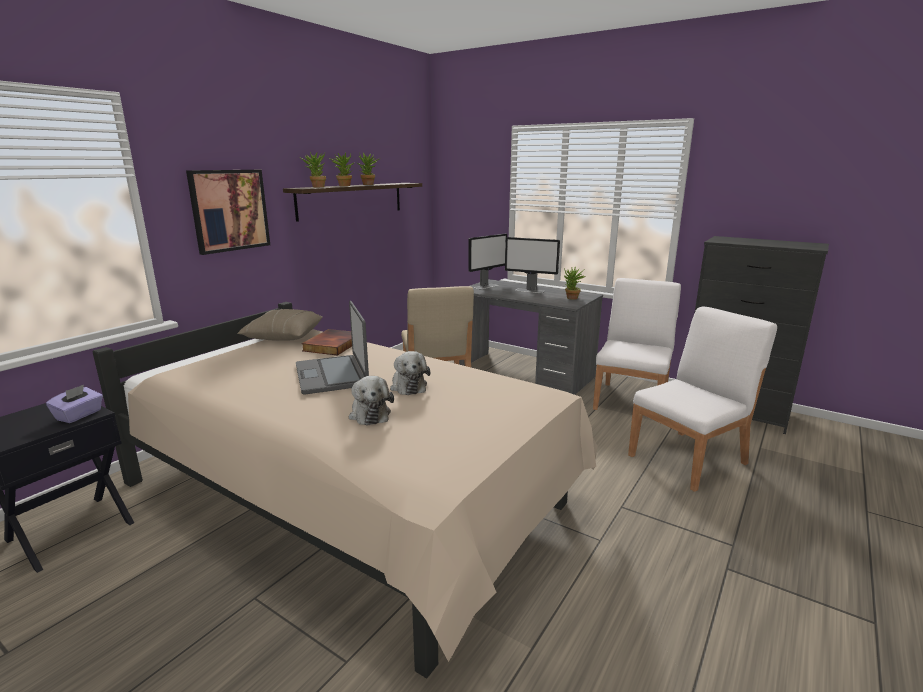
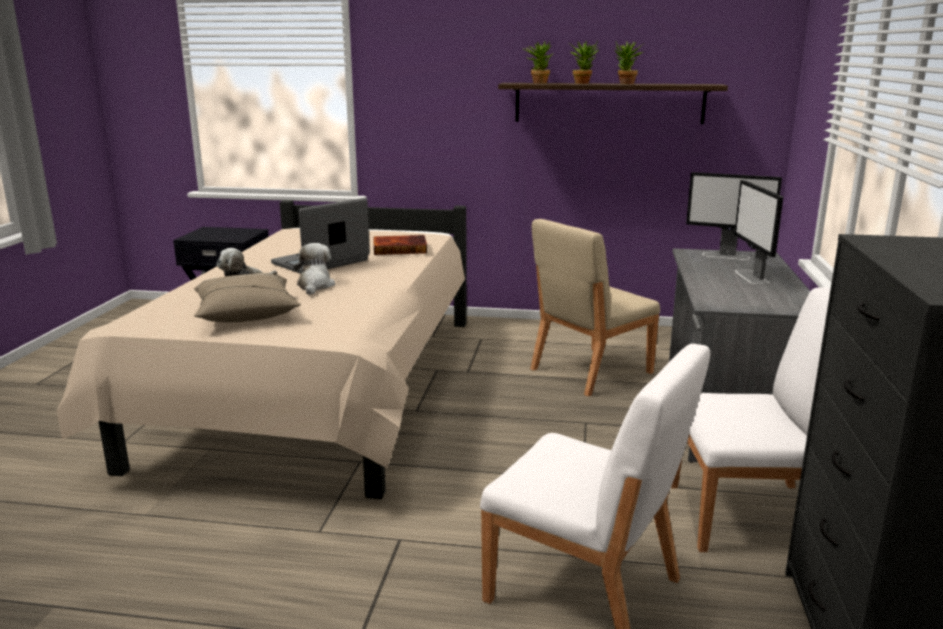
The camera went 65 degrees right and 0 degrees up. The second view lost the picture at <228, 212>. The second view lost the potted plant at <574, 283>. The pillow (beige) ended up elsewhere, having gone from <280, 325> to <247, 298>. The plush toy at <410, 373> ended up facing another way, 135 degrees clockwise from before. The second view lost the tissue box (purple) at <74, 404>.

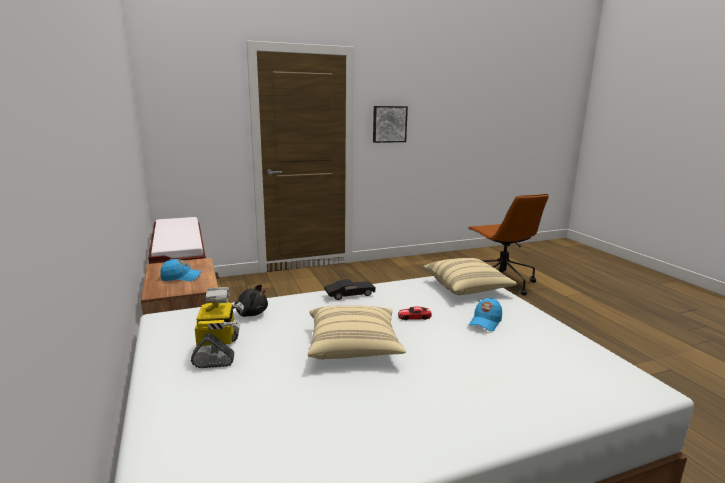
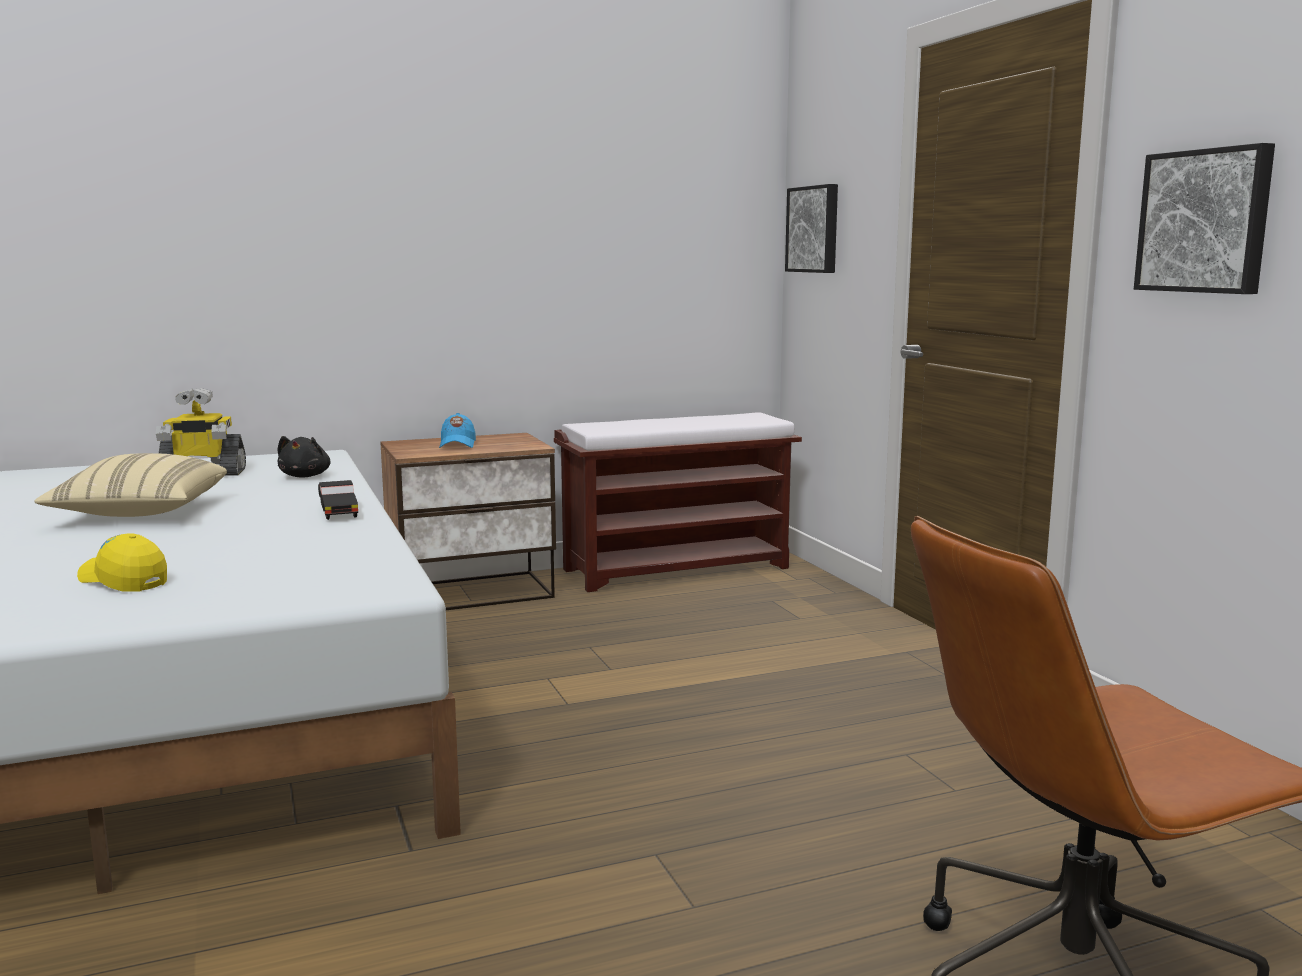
The camera went 90 degrees right and 5 degrees down. The second view lost the pillow (beige) at <470, 276>. What was the cap (blue) at <485, 314> turned into the cap (yellow) at <122, 562>. The second view lost the toy car at <415, 313>. The second view gained the picture at <811, 228>.

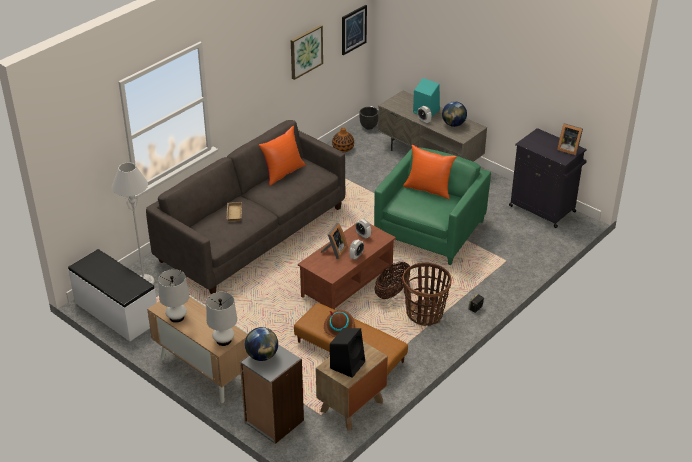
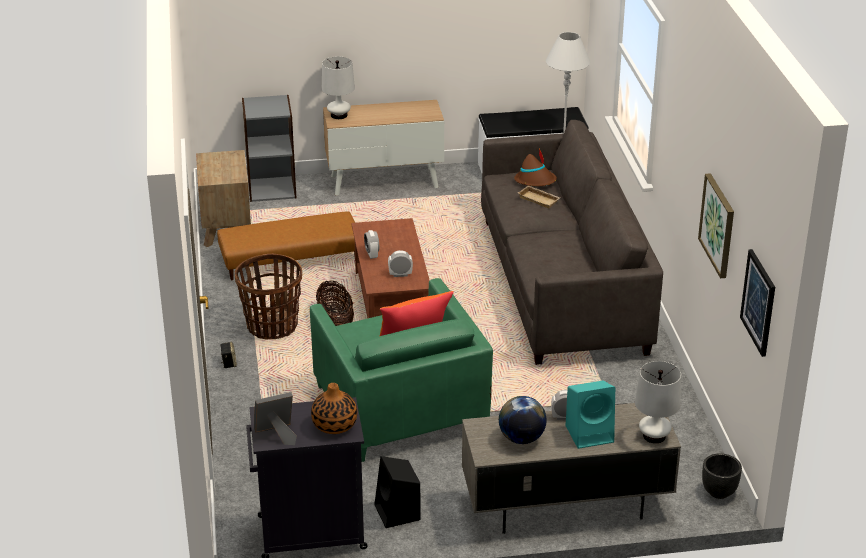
The camera went 130 degrees right and 5 degrees down. The second view lost the pillow (orange) at <282, 156>. The vase ended up elsewhere, having gone from <343, 139> to <334, 408>. The second view lost the picture frame at <334, 241>. The table lamp (white) ended up elsewhere, having gone from <173, 296> to <658, 402>. The hat (brown) ended up elsewhere, having gone from <339, 323> to <535, 167>. The second view lost the globe at <261, 344>. The speaker (black) ended up elsewhere, having gone from <347, 353> to <397, 492>.

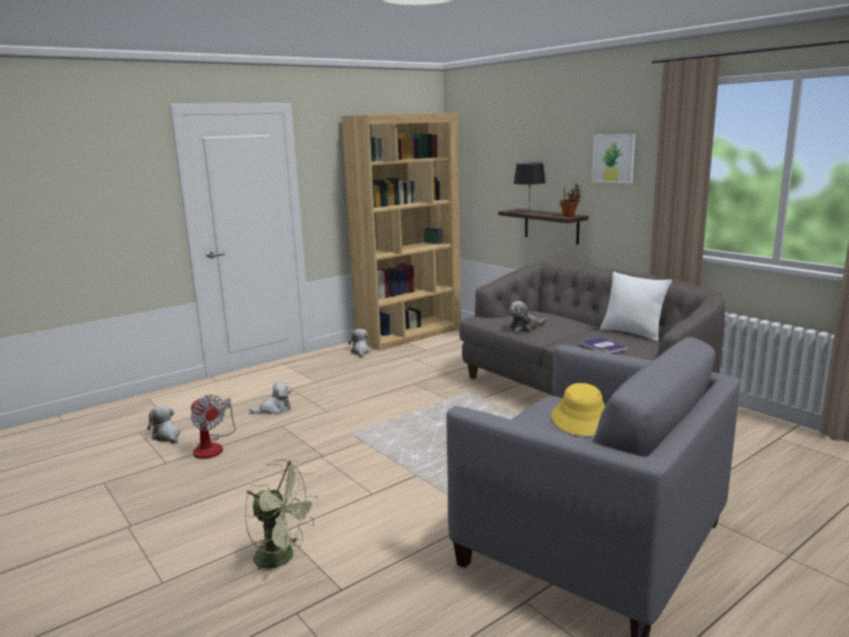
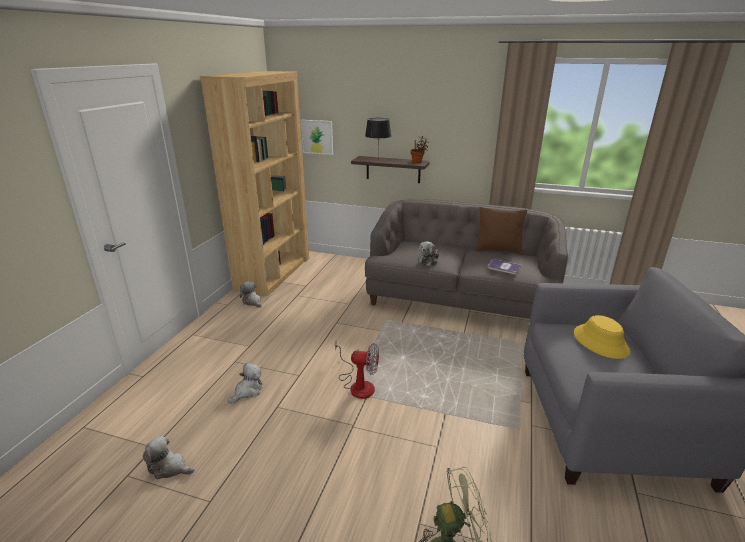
The camera went 35 degrees left and 10 degrees up. The picture ended up elsewhere, having gone from <613, 159> to <317, 137>. What was the pillow (white) at <636, 307> turned into the pillow (brown) at <501, 230>. The fan ended up elsewhere, having gone from <213, 427> to <357, 370>.

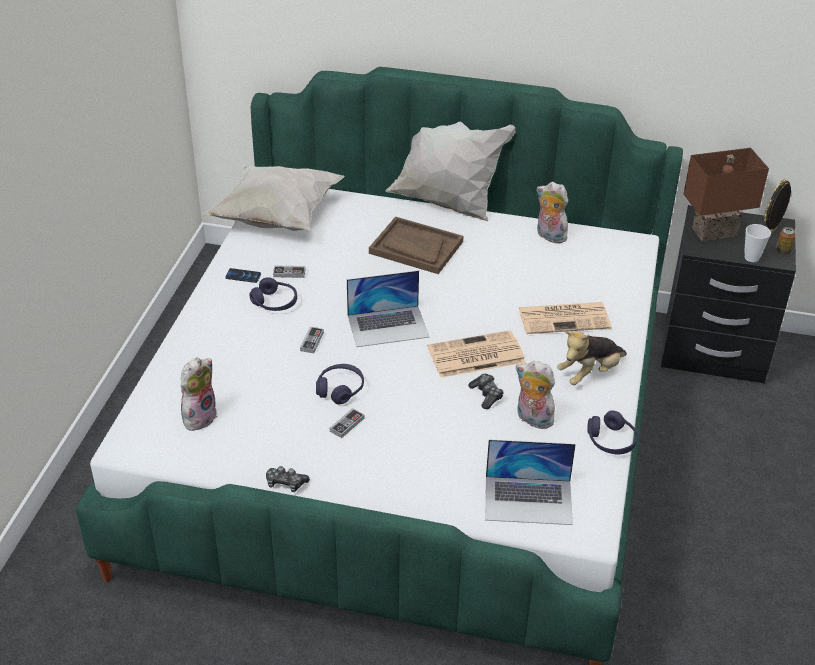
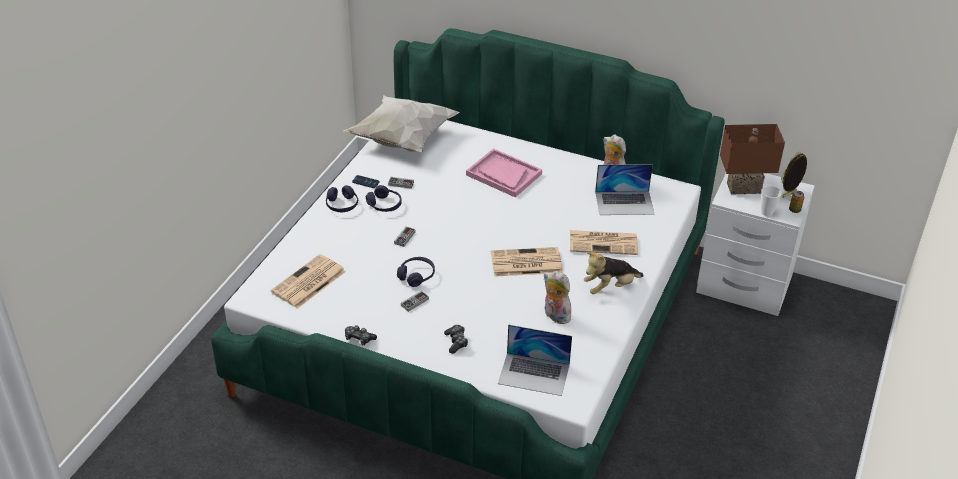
The camera went 10 degrees right and 0 degrees up. The second view lost the pillow (white) at <450, 171>. What was the nightstand (black) at <728, 294> turned into the nightstand (white) at <755, 244>. What was the tray (brown) at <416, 245> turned into the tray (pink) at <504, 172>. The laptop ended up elsewhere, having gone from <388, 308> to <625, 189>. Where the plush toy stood at <199, 394>, the newspaper came to stand at <308, 281>. The game controller ended up elsewhere, having gone from <486, 391> to <456, 339>. The headphones (purple) ended up elsewhere, having gone from <612, 432> to <342, 198>.

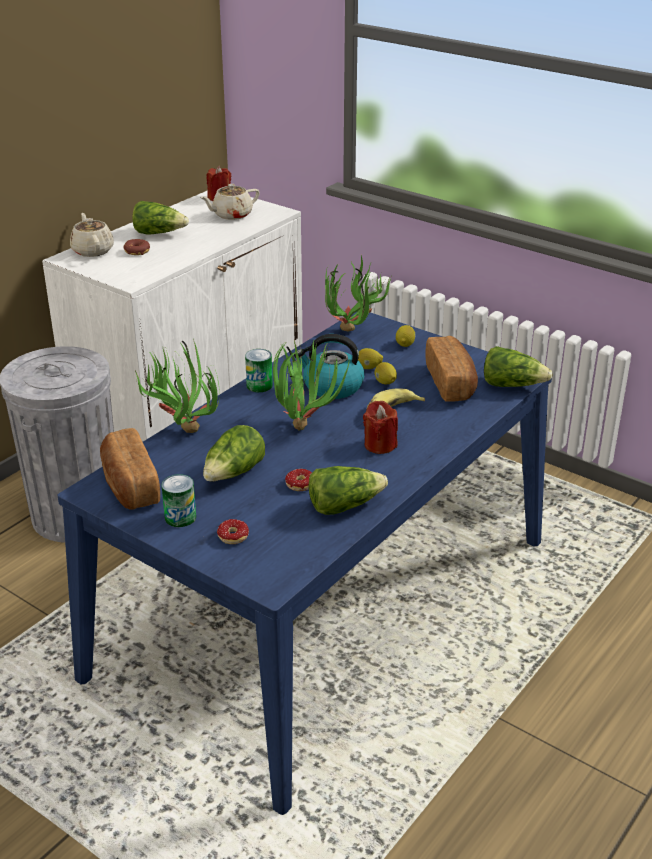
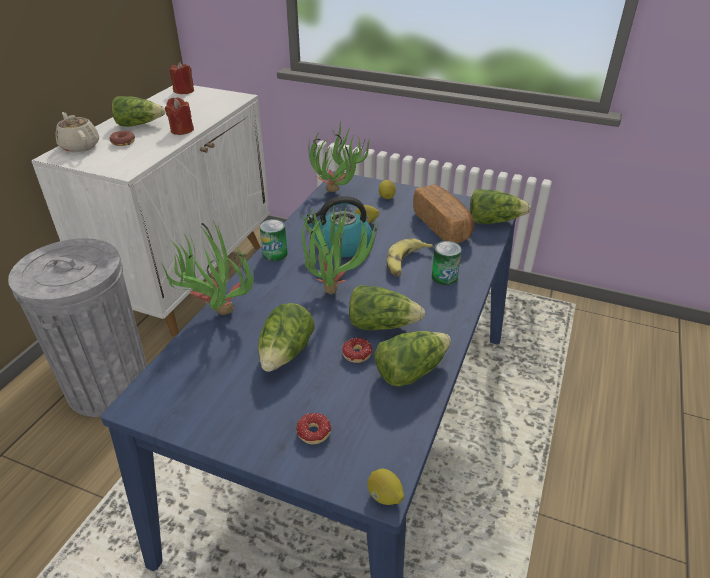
The camera went 15 degrees left and 5 degrees up. The second view lost the teapot (beige) at <230, 202>. The lemon ended up elsewhere, having gone from <386, 373> to <385, 487>. The candle (red) ended up elsewhere, having gone from <380, 427> to <179, 116>. The second view lost the bread at <130, 469>. The can ended up elsewhere, having gone from <179, 500> to <447, 263>. The second view gained the lettuce at <387, 307>.

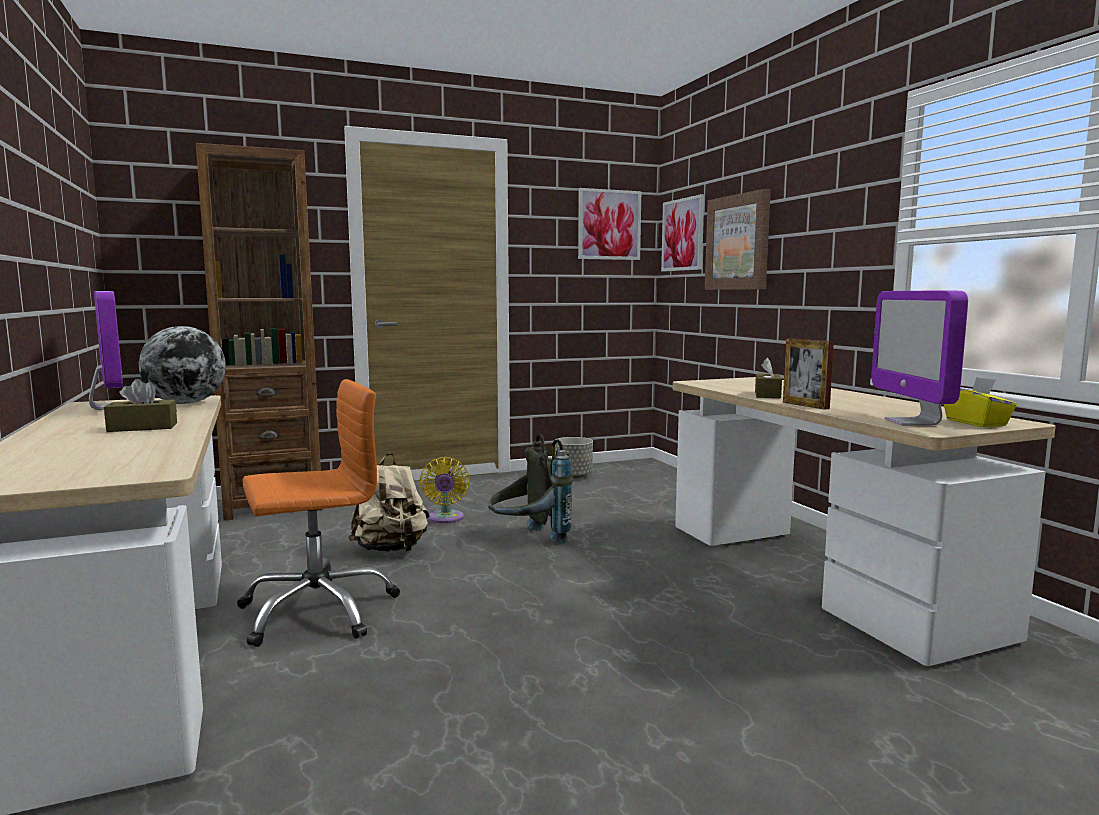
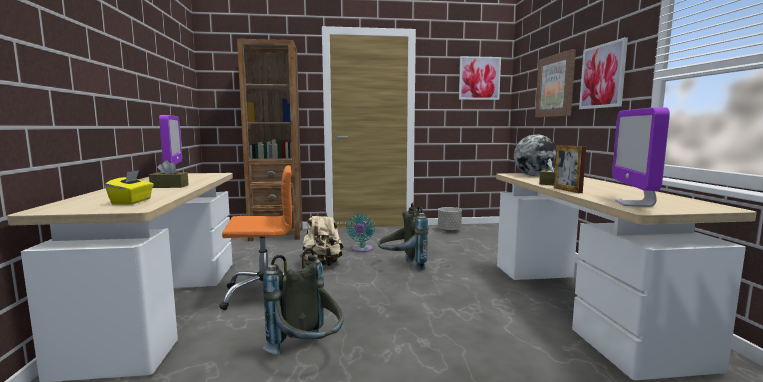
The camera went 15 degrees right and 0 degrees up. The picture ended up elsewhere, having gone from <682, 232> to <603, 73>. The globe ended up elsewhere, having gone from <182, 365> to <535, 155>. The tissue box (yellow) ended up elsewhere, having gone from <980, 402> to <129, 187>. What was the fan (yellow) at <445, 490> turned into the fan (turquoise) at <360, 233>. The second view gained the backpack (grey) at <303, 301>.

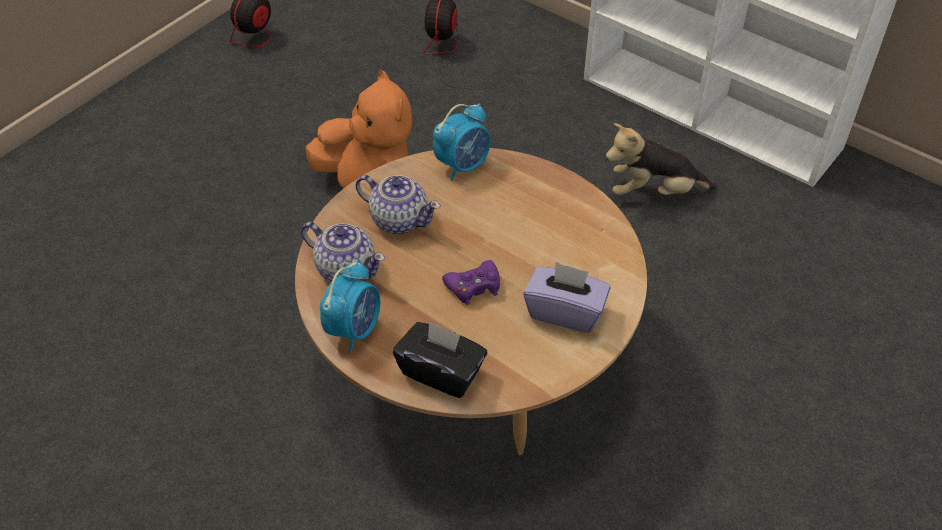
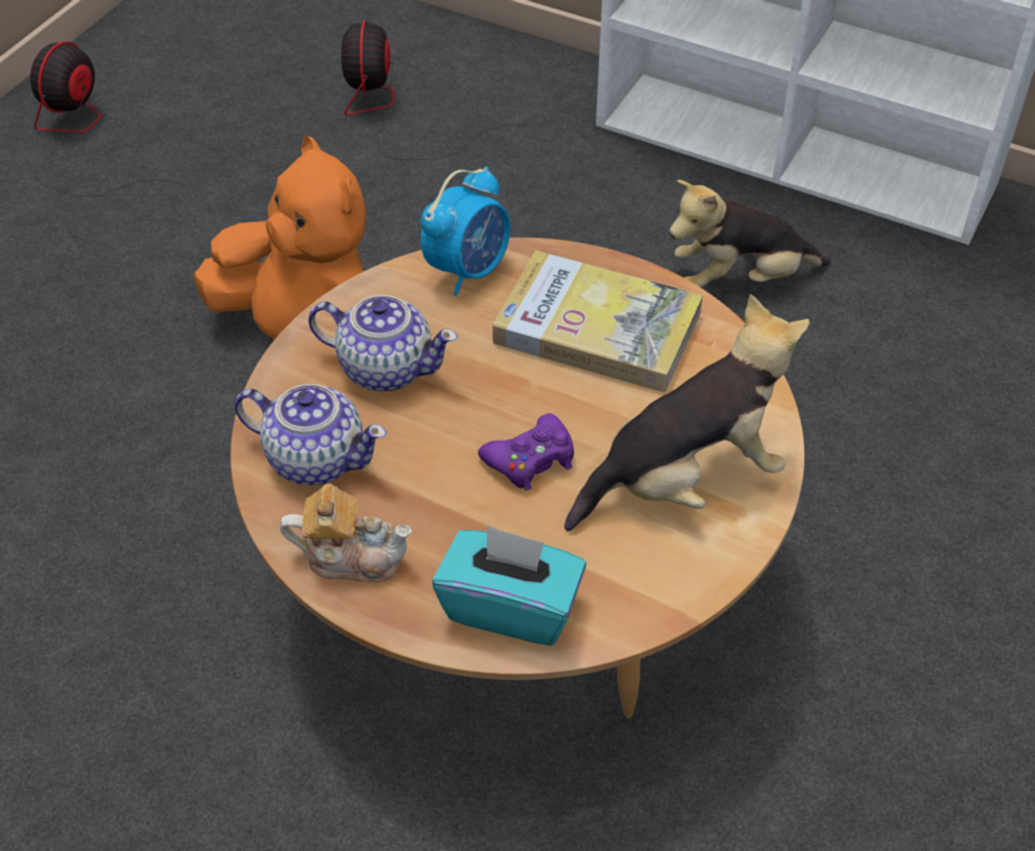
The camera went 10 degrees left and 0 degrees up. Where the alarm clock stood at <350, 306>, the teapot came to stand at <346, 533>. Where the tissue box (purple) stood at <566, 297>, the plush toy came to stand at <687, 412>. What was the tissue box (black) at <440, 359> turned into the tissue box (turquoise) at <509, 585>. The second view gained the book at <598, 321>.

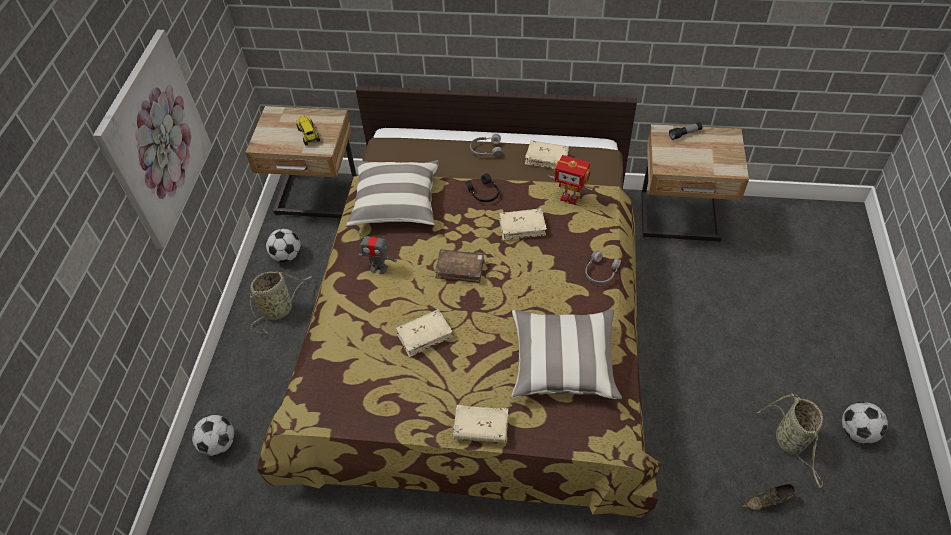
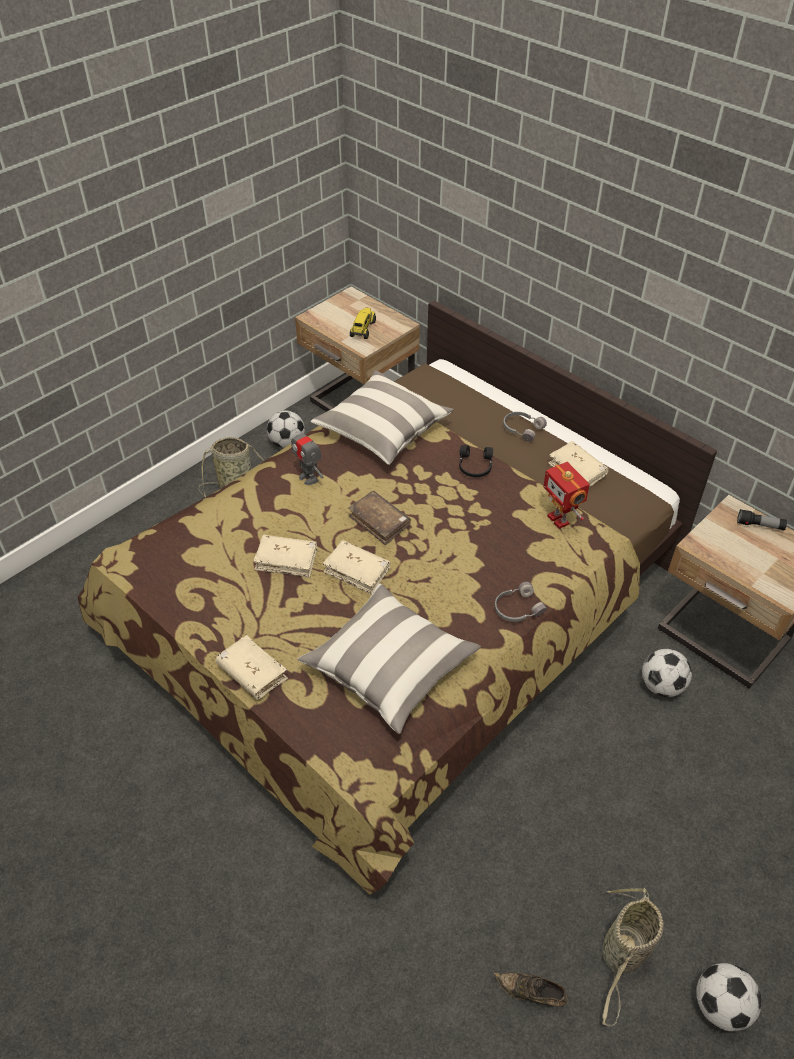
The camera went 35 degrees right and 5 degrees down. The second view lost the picture at <152, 139>. The book (beige) ended up elsewhere, having gone from <523, 224> to <356, 567>. The football ended up elsewhere, having gone from <213, 435> to <667, 673>.

